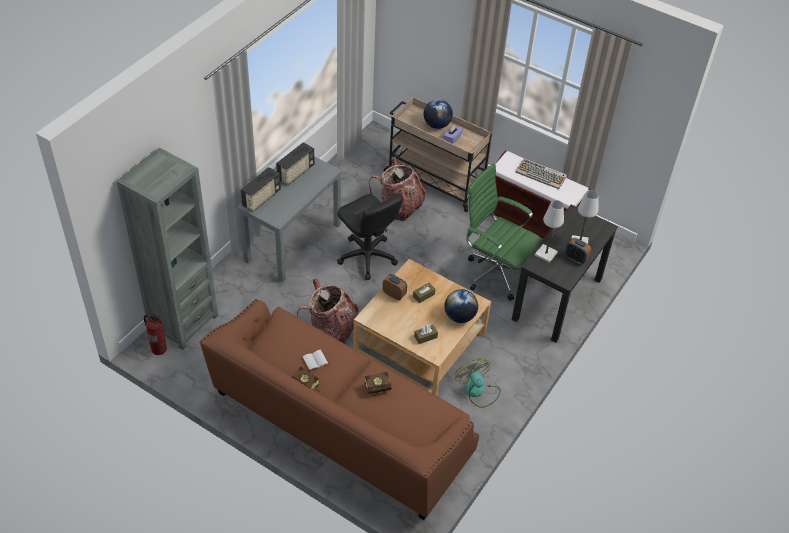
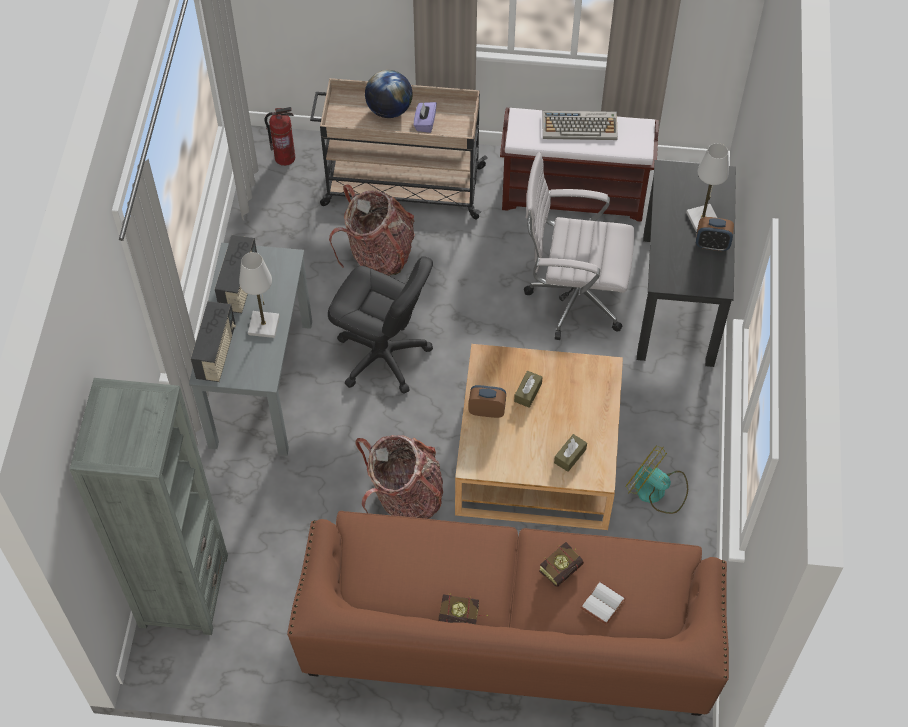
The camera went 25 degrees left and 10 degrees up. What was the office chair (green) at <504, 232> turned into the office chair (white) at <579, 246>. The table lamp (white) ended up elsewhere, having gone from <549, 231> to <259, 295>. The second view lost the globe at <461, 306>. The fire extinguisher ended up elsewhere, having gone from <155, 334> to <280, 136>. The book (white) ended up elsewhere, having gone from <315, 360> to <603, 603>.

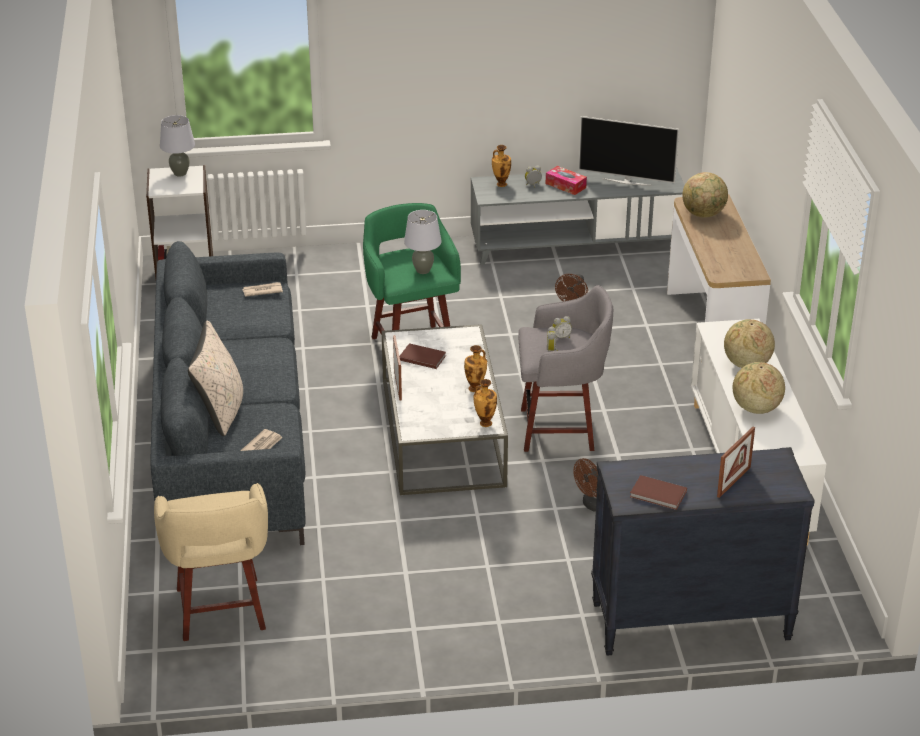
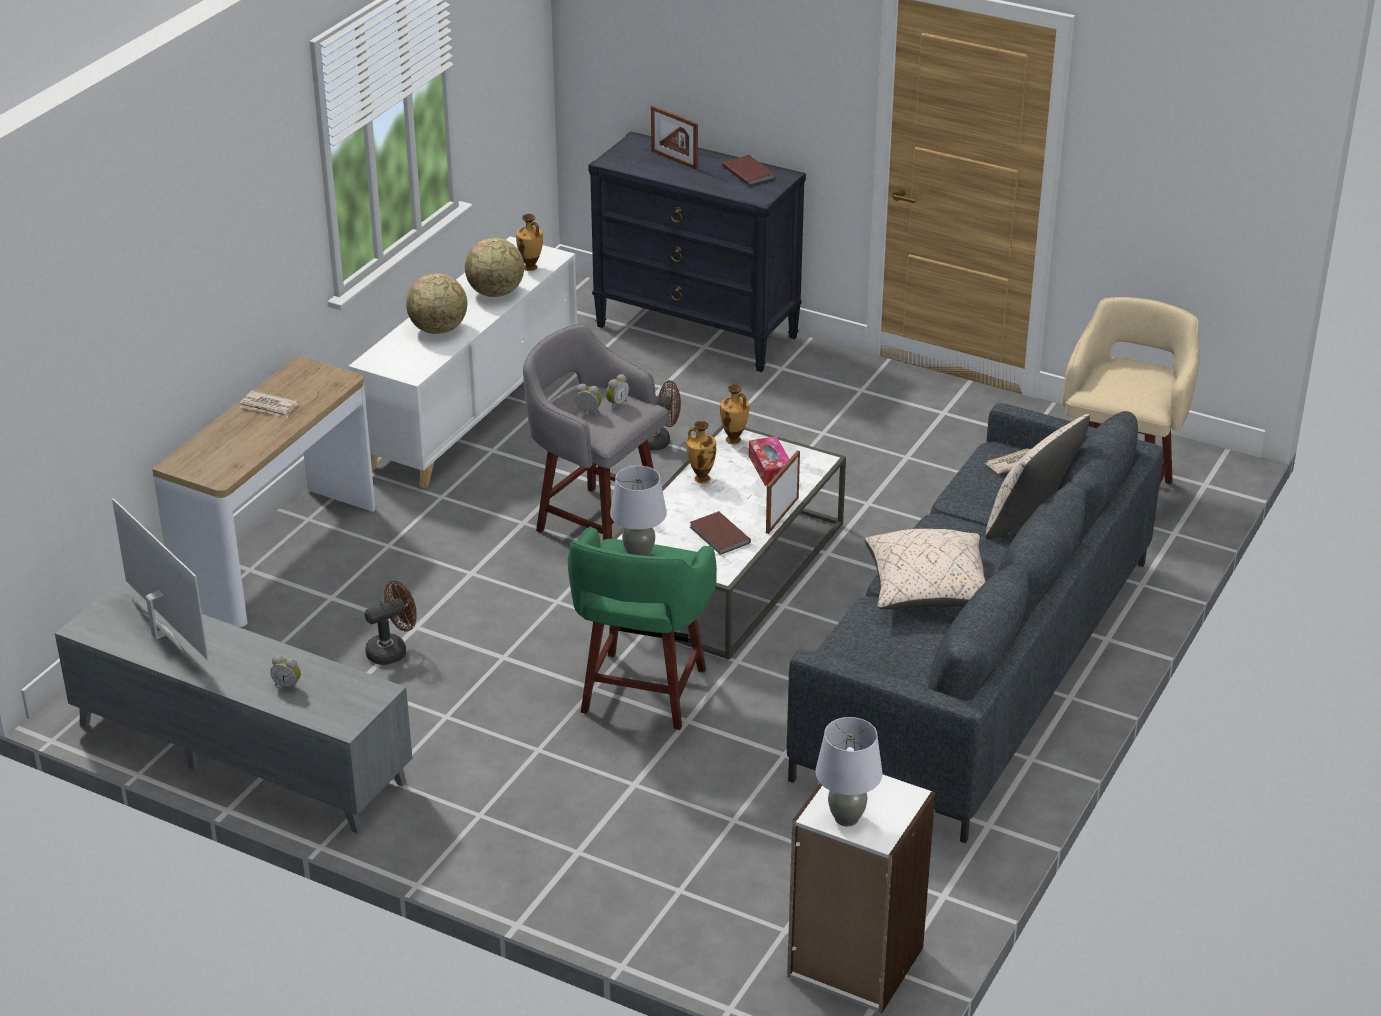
The camera went 145 degrees left and 0 degrees up. The vase ended up elsewhere, having gone from <501, 166> to <529, 242>. The tissue box ended up elsewhere, having gone from <566, 180> to <769, 461>. The second view lost the globe at <705, 195>. The newspaper ended up elsewhere, having gone from <262, 289> to <269, 404>. The picture frame at <736, 462> ended up facing another way, 120 degrees counterclockwise from before. The second view gained the pillow (beige) at <925, 569>.

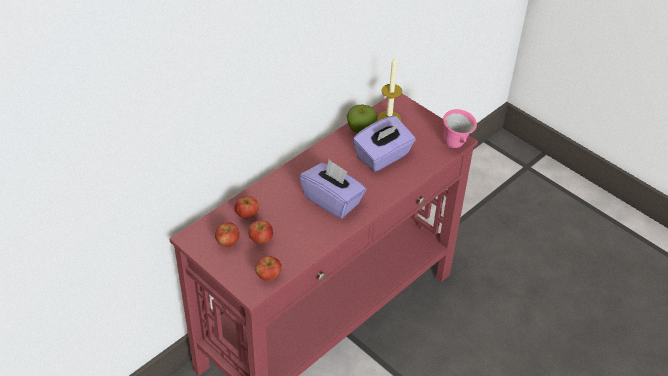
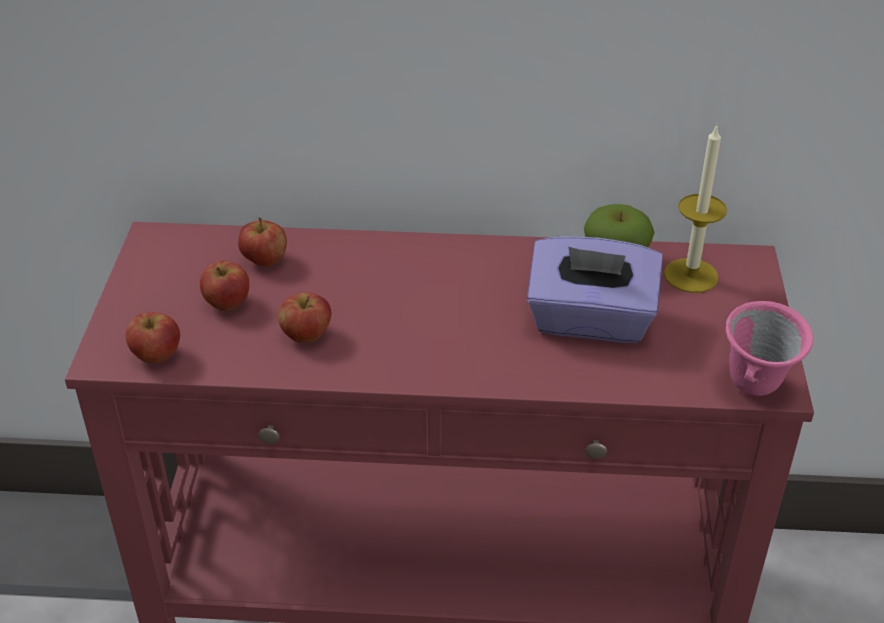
The camera went 50 degrees right and 5 degrees down. The second view lost the tissue box (purple) at <333, 189>. The apple ended up elsewhere, having gone from <227, 234> to <304, 317>.

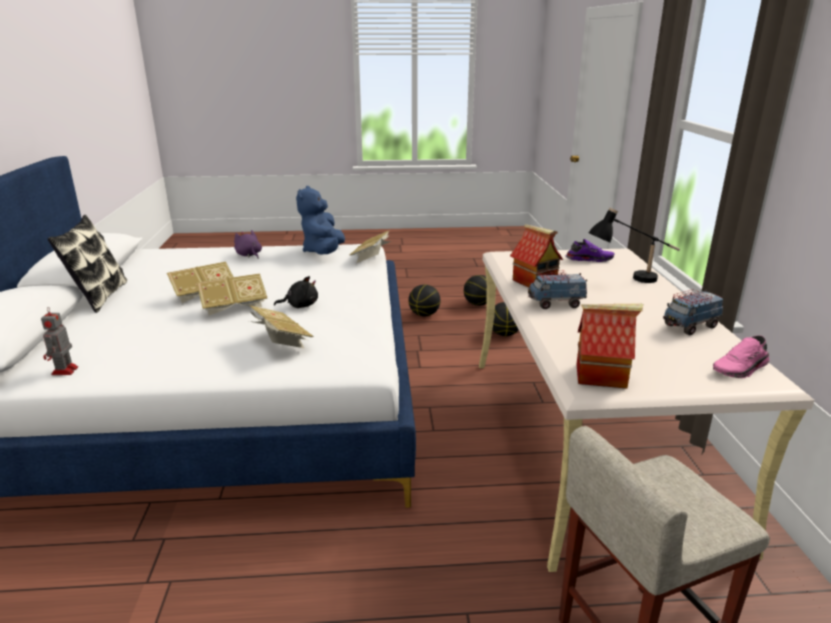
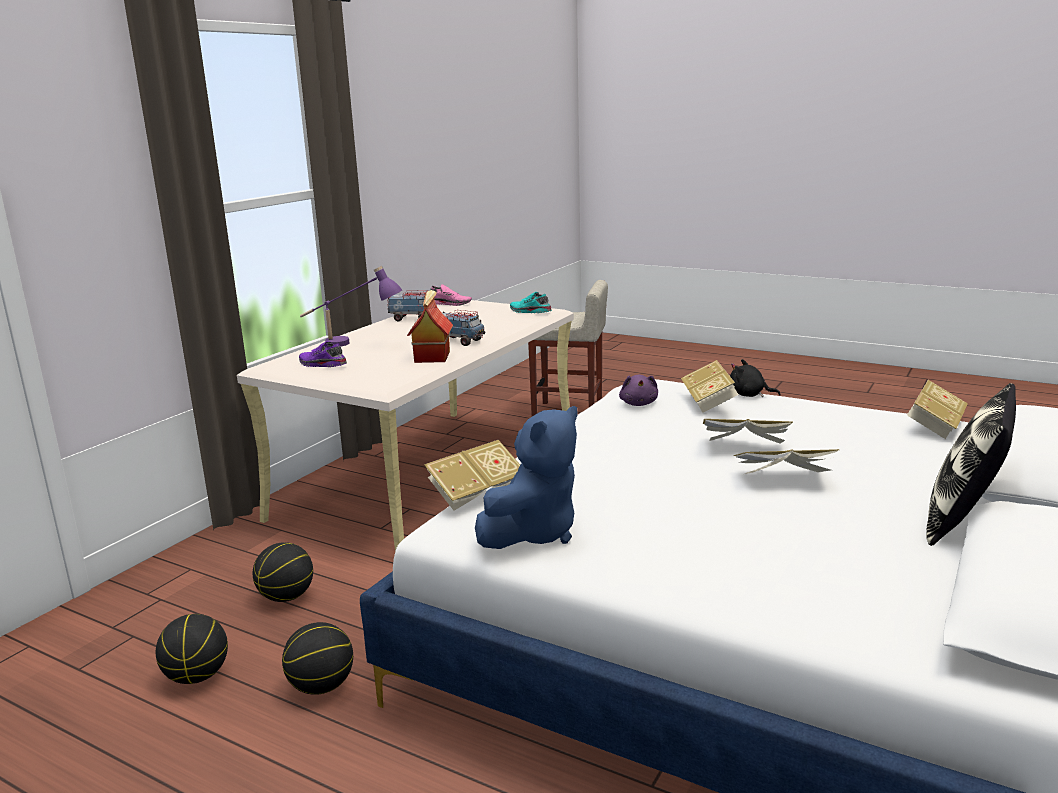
The camera went 145 degrees left and 5 degrees down. What was the table lamp (black) at <634, 245> turned into the table lamp (purple) at <351, 306>. The plush toy (purple) ended up elsewhere, having gone from <248, 244> to <638, 390>. The plush toy (black) ended up elsewhere, having gone from <296, 292> to <755, 378>. Where the toy house stood at <609, 346>, the shoe (turquoise) came to stand at <531, 302>. Where the toy robot stood at <59, 341>, the book came to stand at <937, 409>.

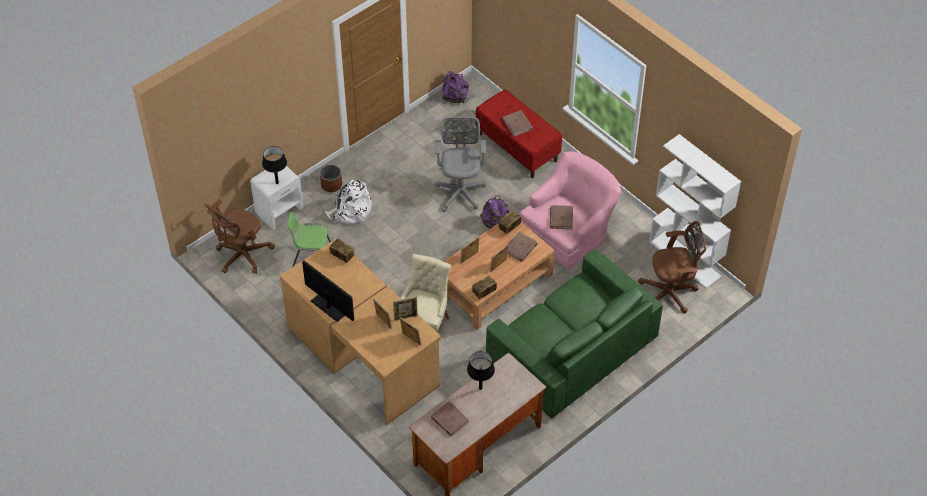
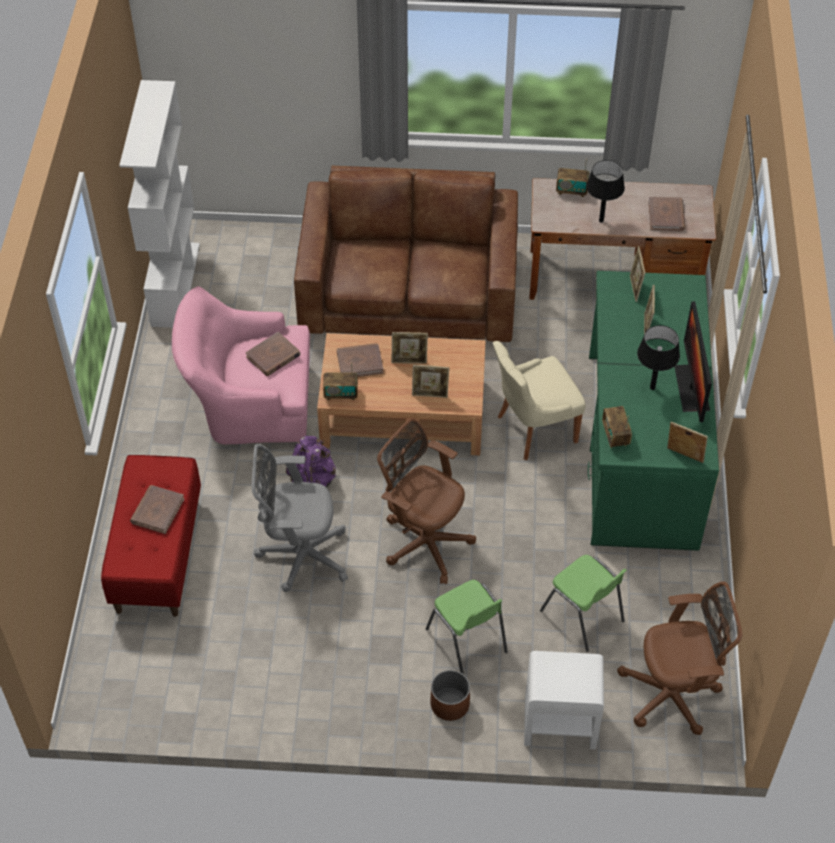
The camera went 135 degrees left and 0 degrees up. The second view lost the backpack (purple) at <455, 87>. The office chair (grey) at <461, 164> ended up facing another way, 45 degrees clockwise from before. The table lamp (black) ended up elsewhere, having gone from <274, 165> to <658, 357>. Where the backpack (white) stood at <348, 202>, the chair (green) came to stand at <467, 627>. The office chair (brown) ended up elsewhere, having gone from <672, 267> to <426, 501>. What was the desk (brown) at <360, 332> turned into the desk (green) at <653, 411>. What was the sofa (green) at <574, 334> turned into the sofa (brown) at <406, 254>. The radio ended up elsewhere, having gone from <484, 287> to <572, 178>. The picture frame ended up elsewhere, having gone from <405, 309> to <687, 442>.

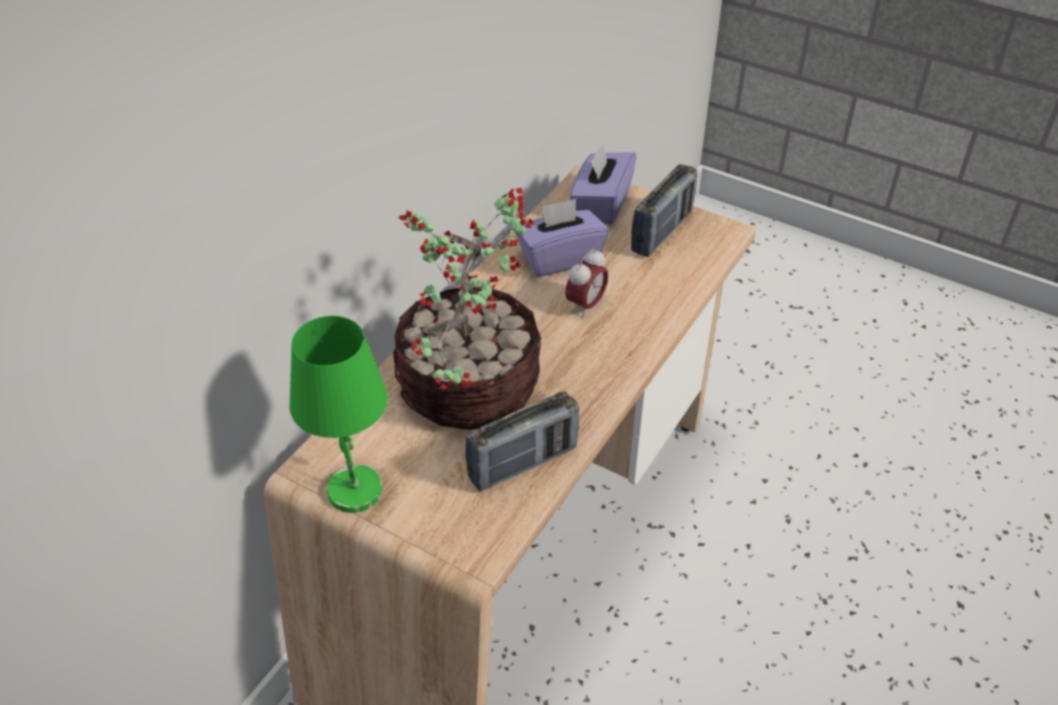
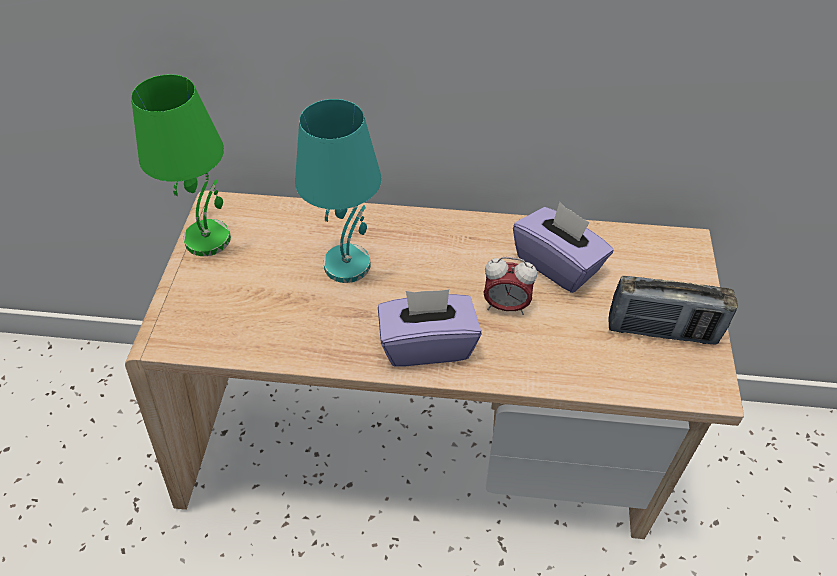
The camera went 65 degrees right and 5 degrees up. The tissue box (purple) ended up elsewhere, having gone from <603, 183> to <429, 328>. Where the potted plant stood at <467, 309>, the table lamp (turquoise) came to stand at <338, 191>. The second view lost the radio at <522, 441>.

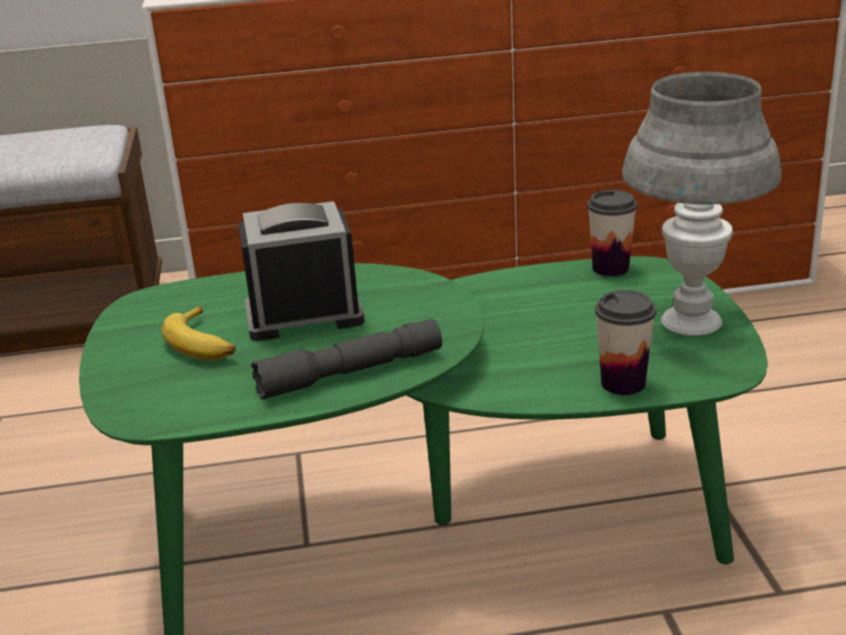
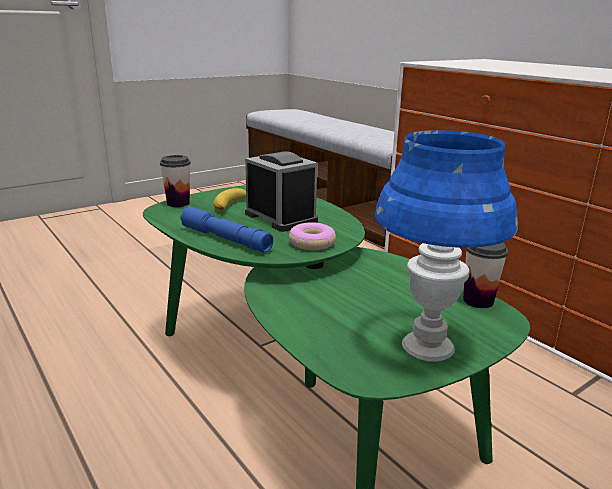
The camera went 60 degrees right and 5 degrees down. What was the table lamp (grey) at <701, 204> turned into the table lamp (blue) at <446, 246>. The cup ended up elsewhere, having gone from <625, 342> to <175, 181>. What was the flashlight (grey) at <346, 359> turned into the flashlight (blue) at <226, 229>. The second view gained the donut at <312, 236>.

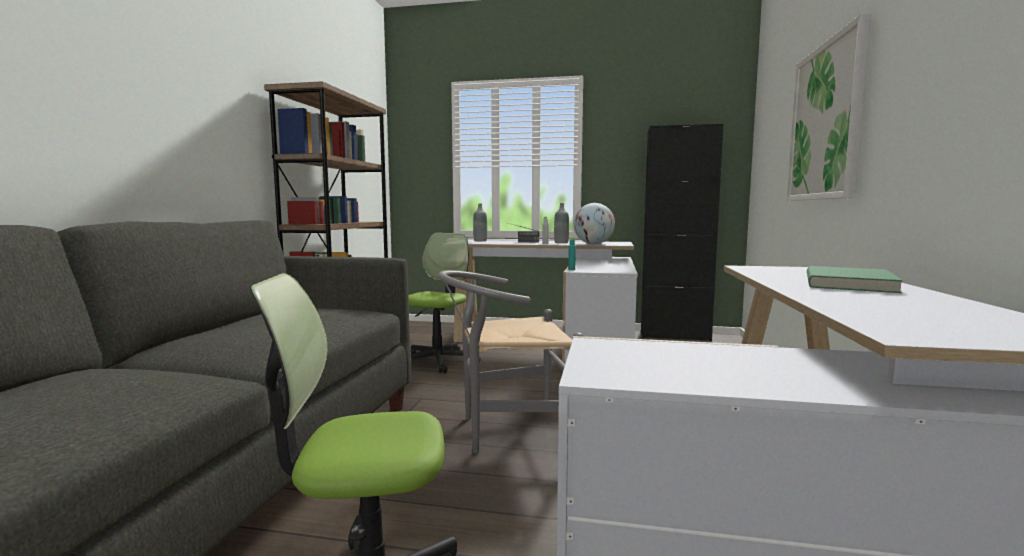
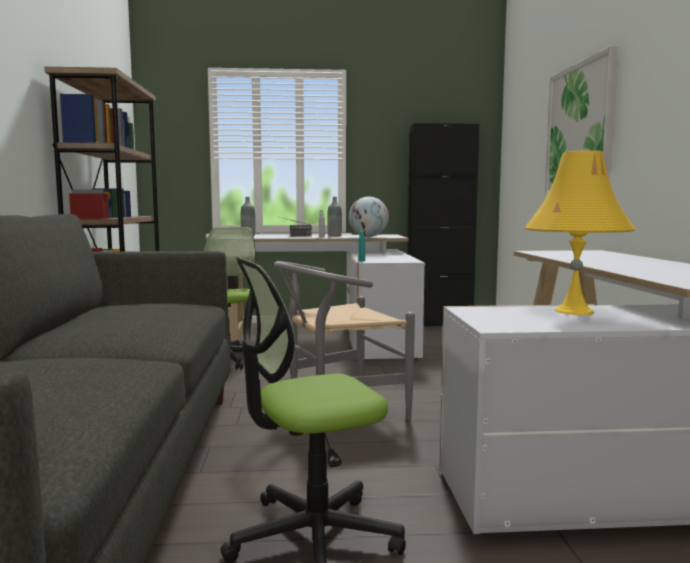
The camera went 15 degrees left and 0 degrees up. The second view lost the book (green) at <855, 279>. The second view gained the table lamp (yellow) at <580, 232>.

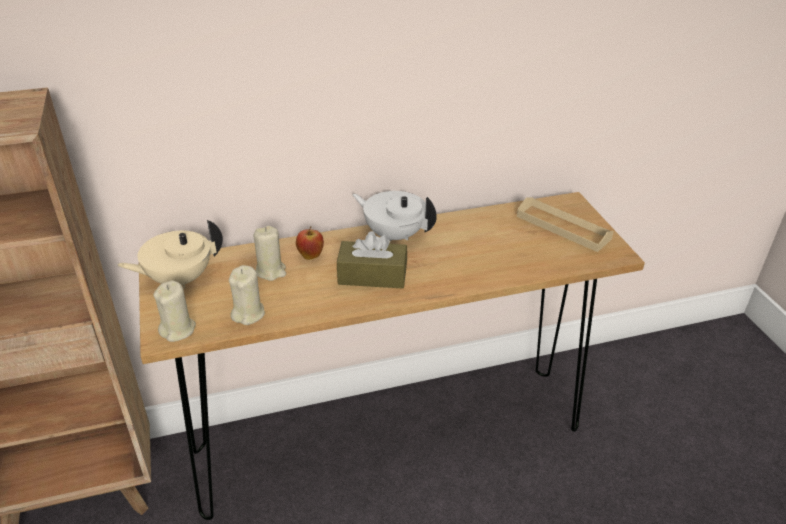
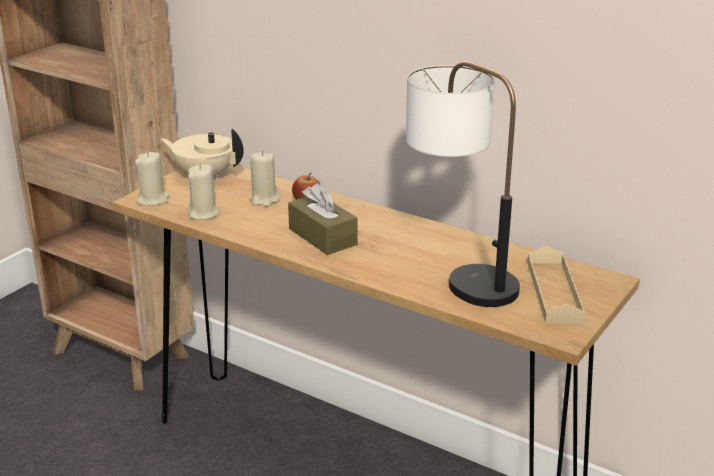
The camera went 50 degrees right and 10 degrees down. The second view lost the teapot (white) at <394, 216>. The second view gained the table lamp at <463, 184>.

